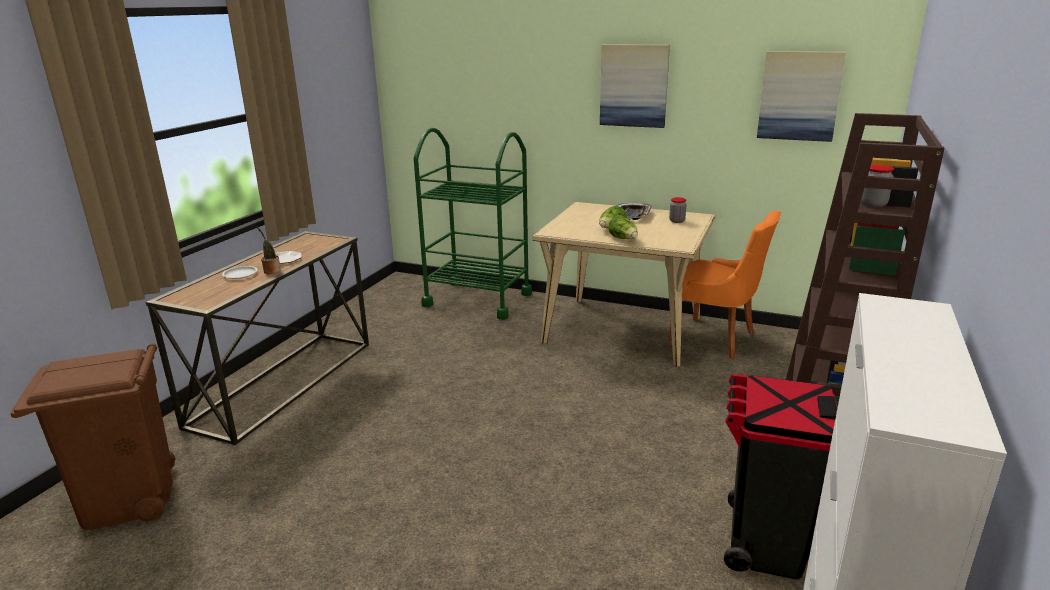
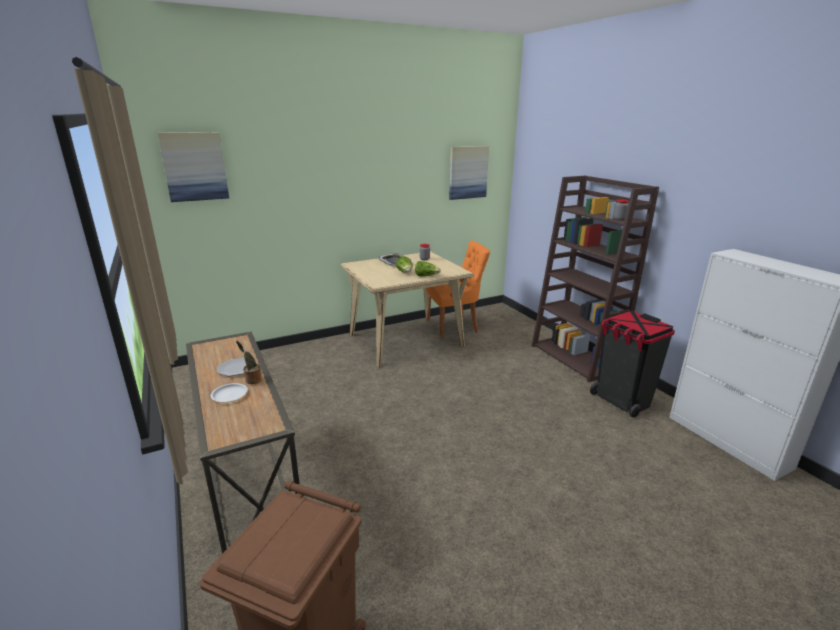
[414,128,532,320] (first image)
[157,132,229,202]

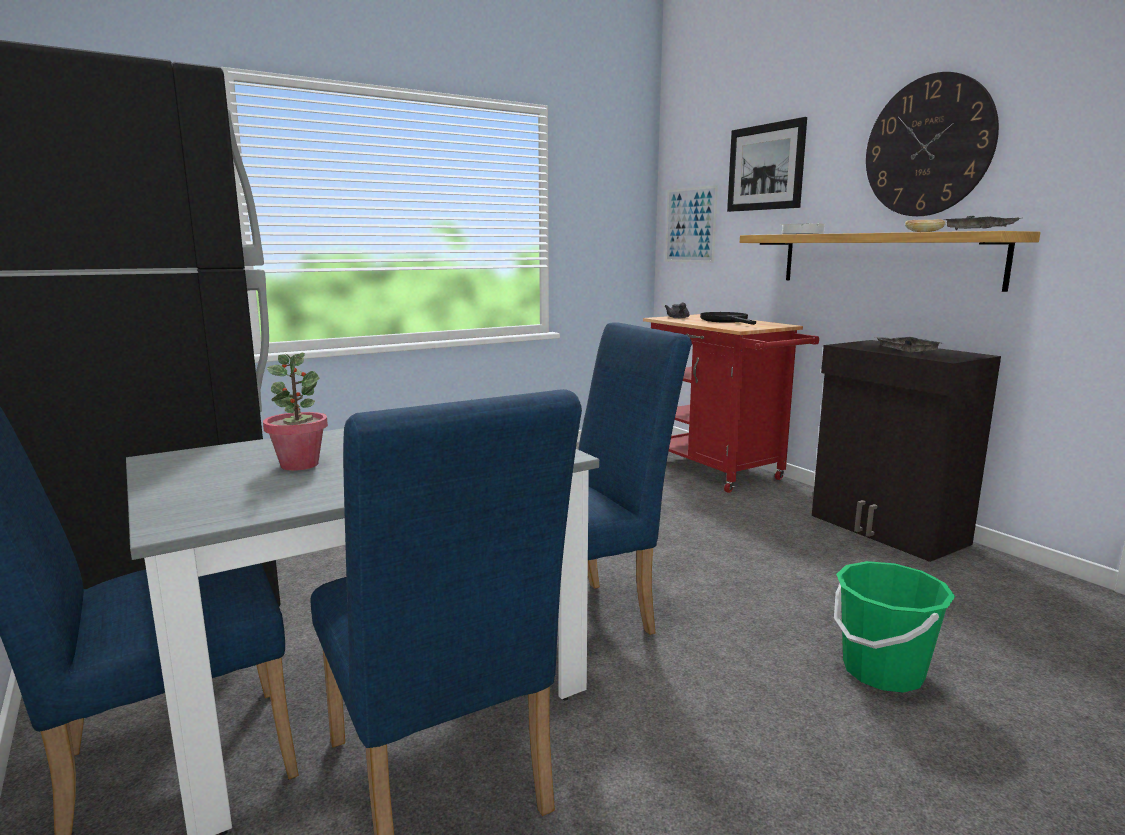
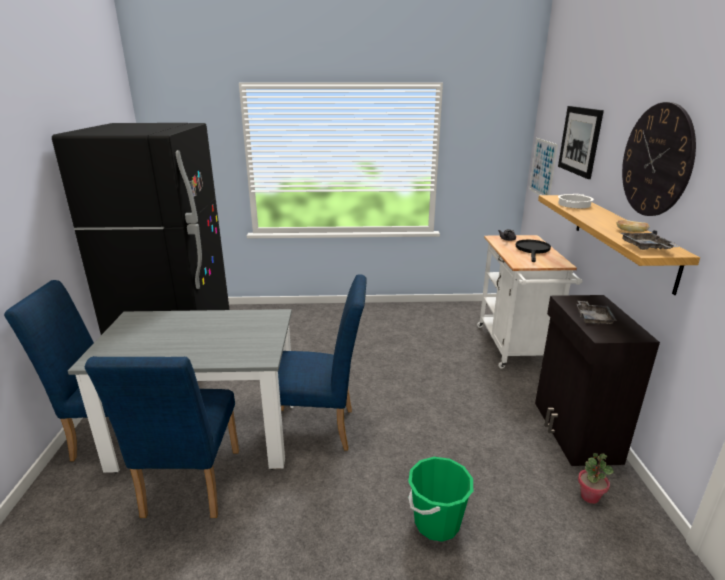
[578,453,614,504]
[477,235,582,369]

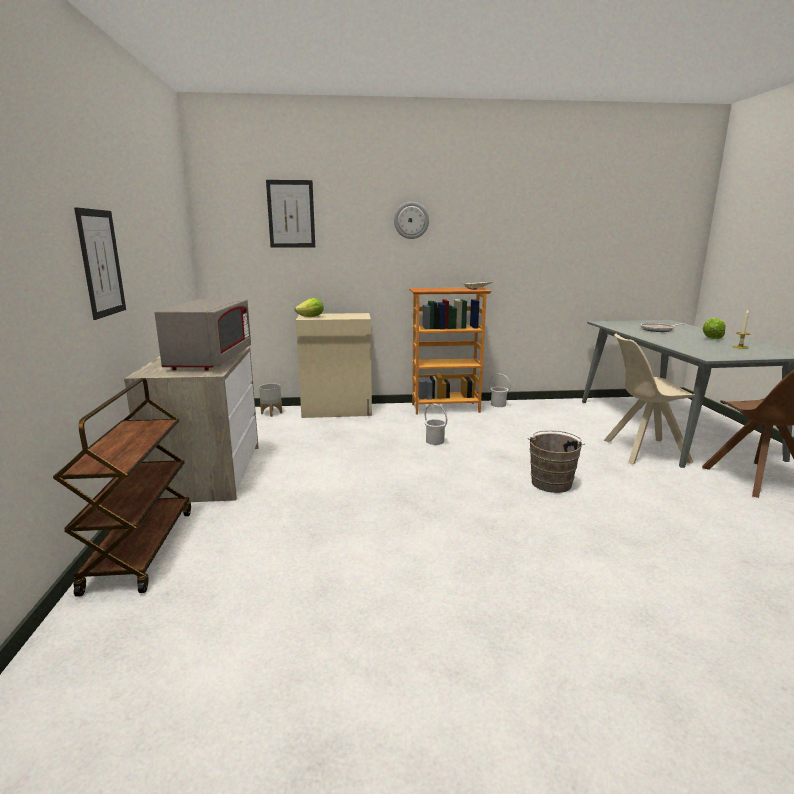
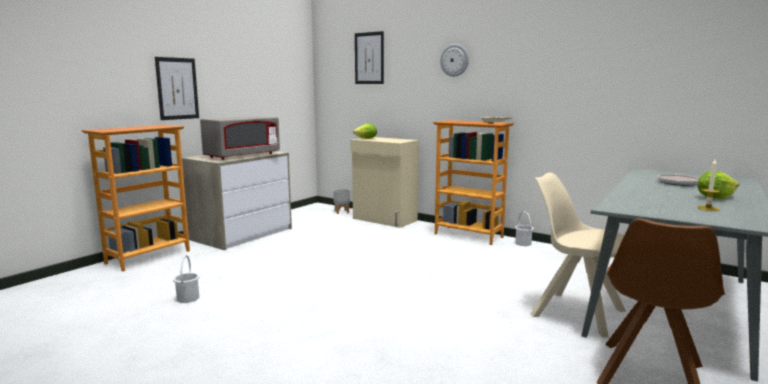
[528,430,585,493] (first image)
[173,255,200,303]
[81,125,190,271]

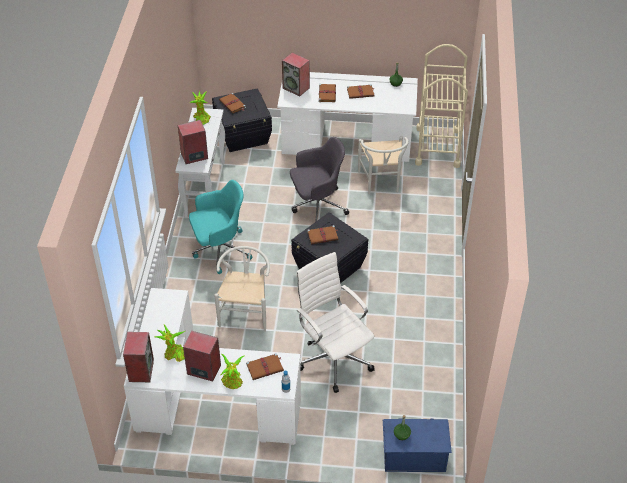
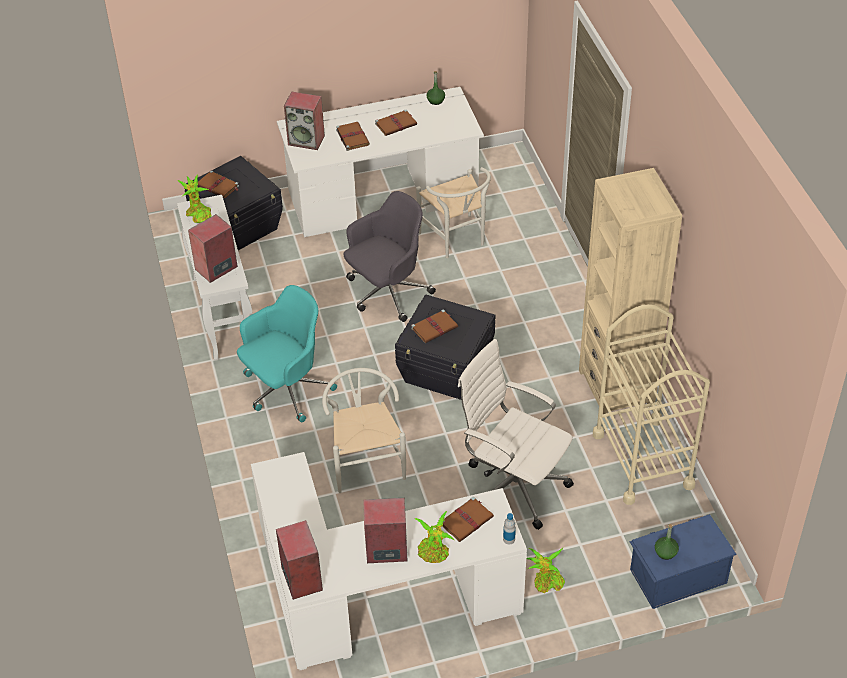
[579,168,682,414]
[526,548,565,593]
[593,304,710,505]

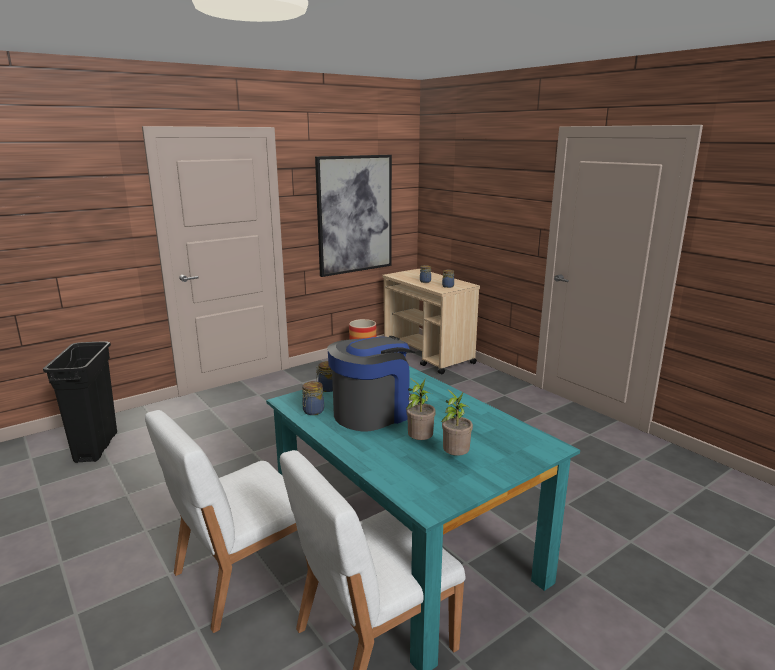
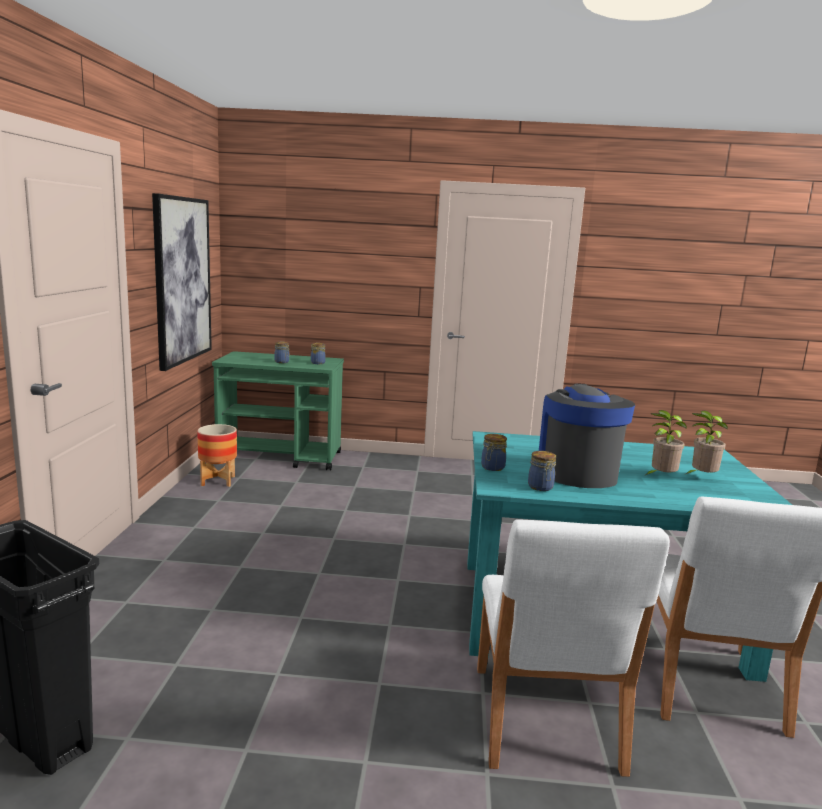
[212,351,344,471]

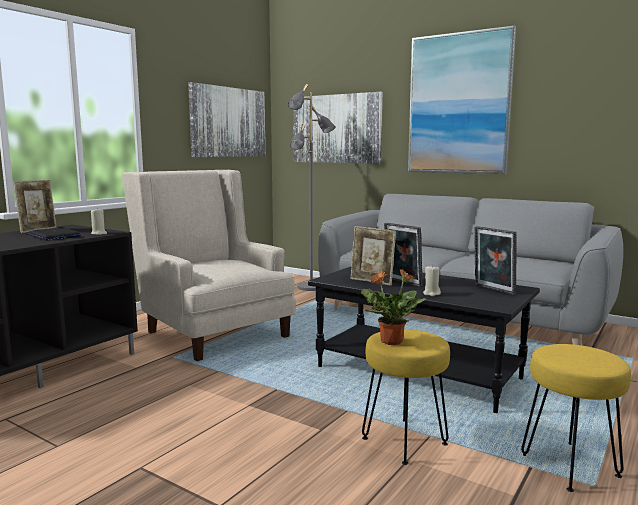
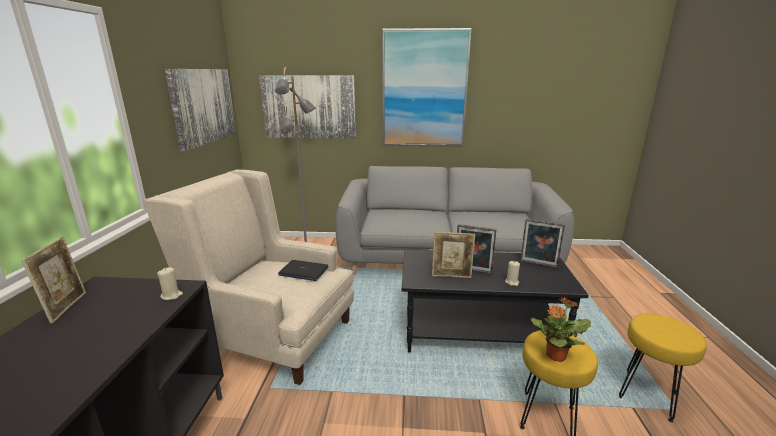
[278,260,328,281]

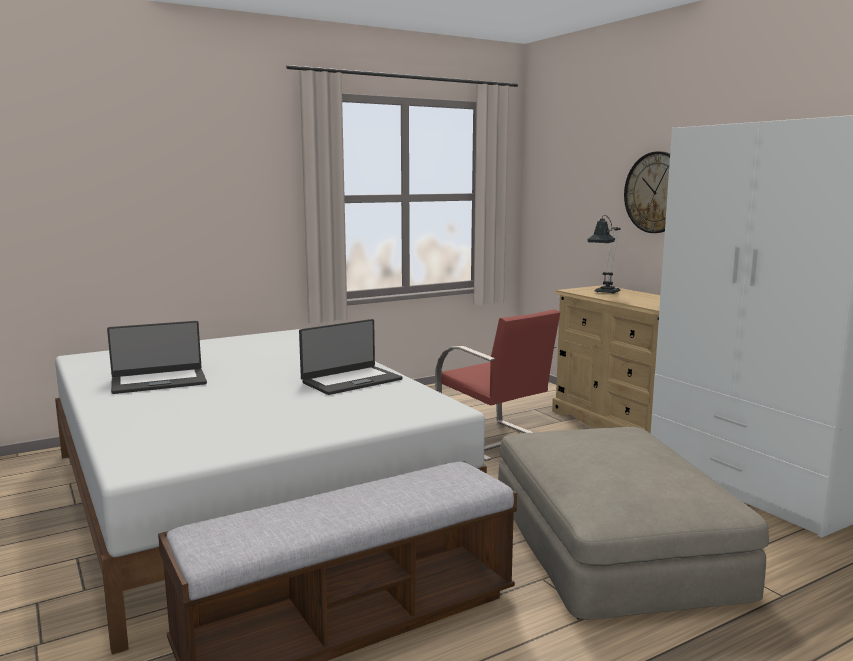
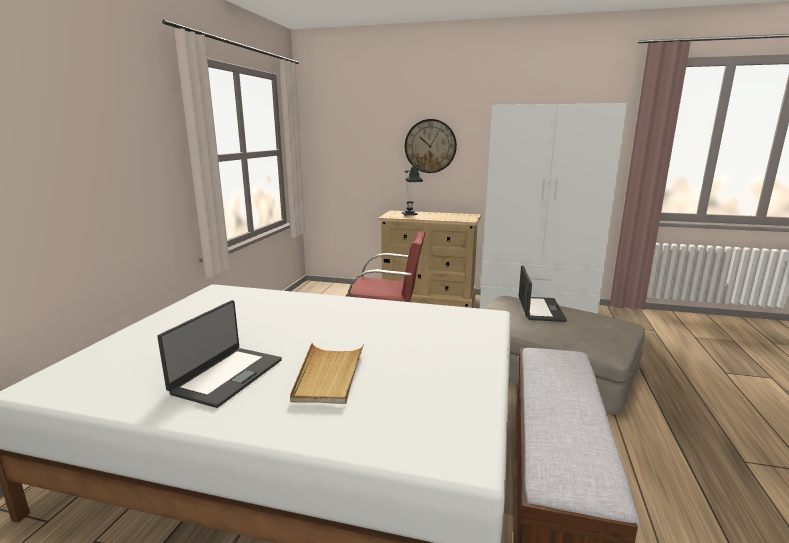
[290,343,364,404]
[519,265,567,322]

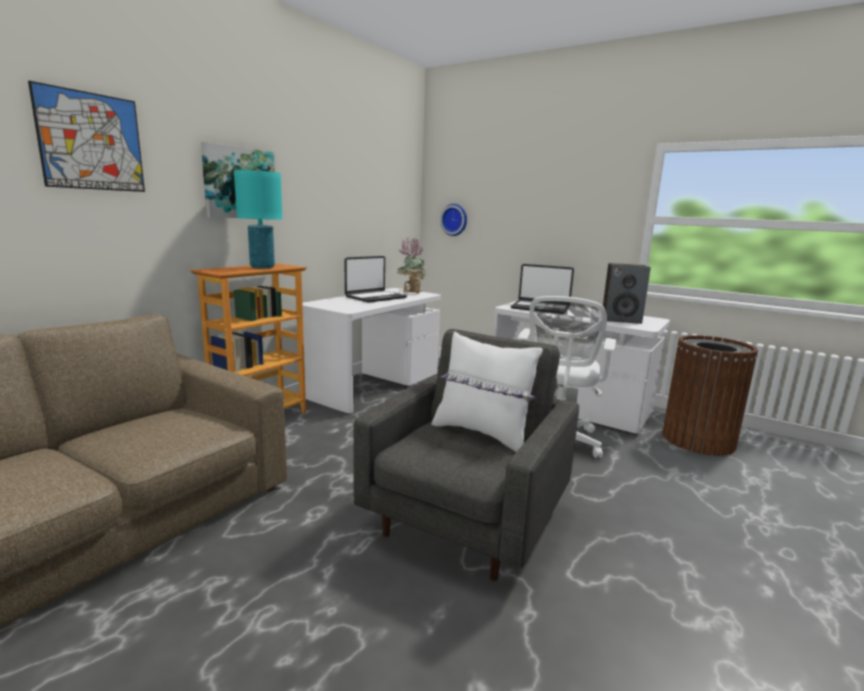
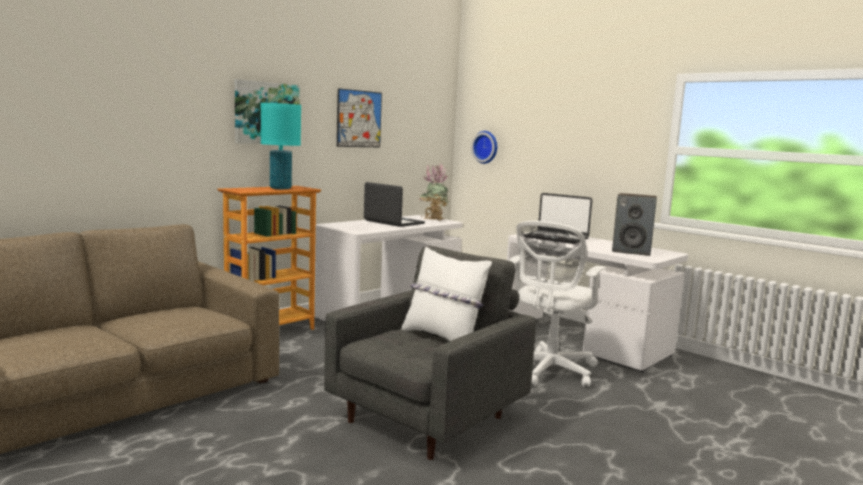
[662,335,758,456] (first image)
[337,88,382,147]
[364,182,425,227]

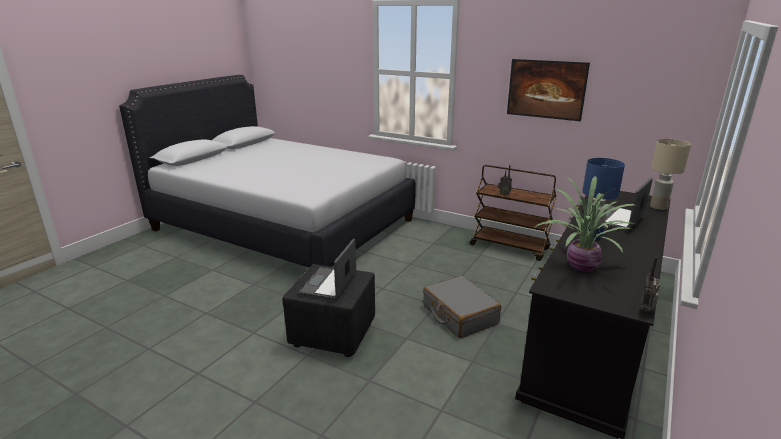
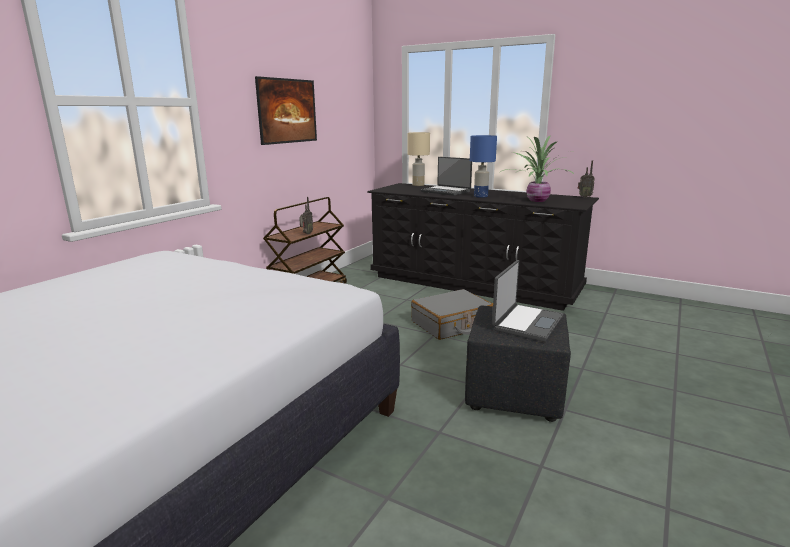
[492,260,563,342]

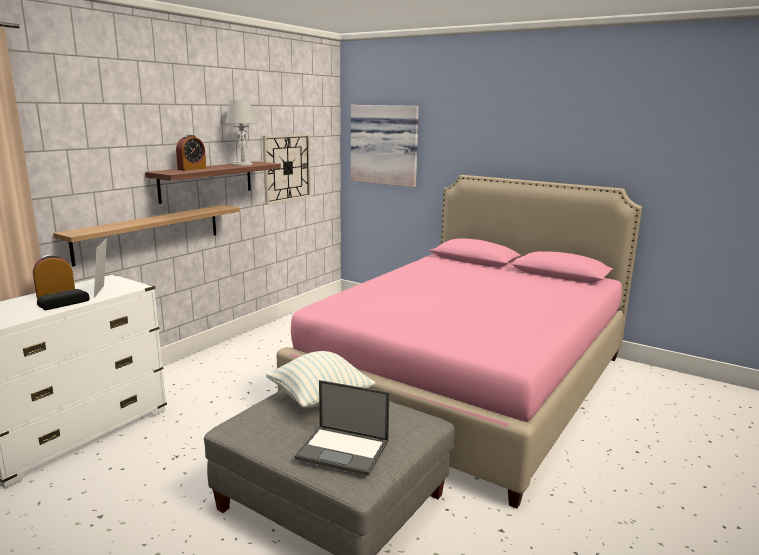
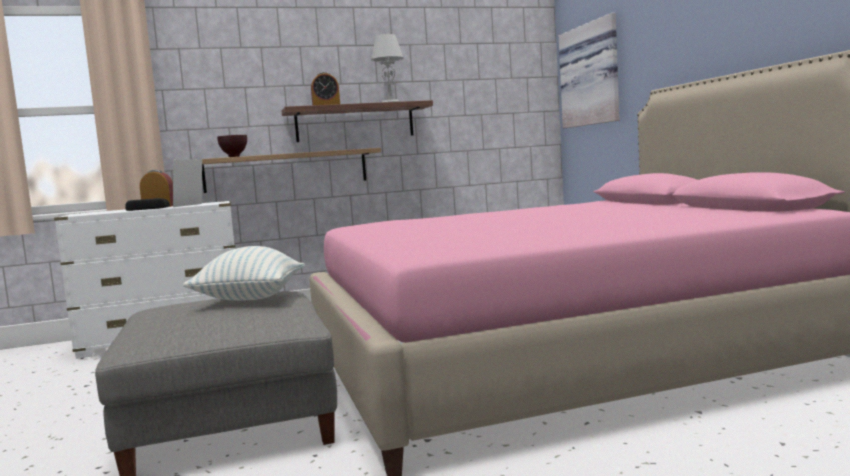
[262,134,311,205] (first image)
[295,380,389,476] (first image)
[217,135,247,157]

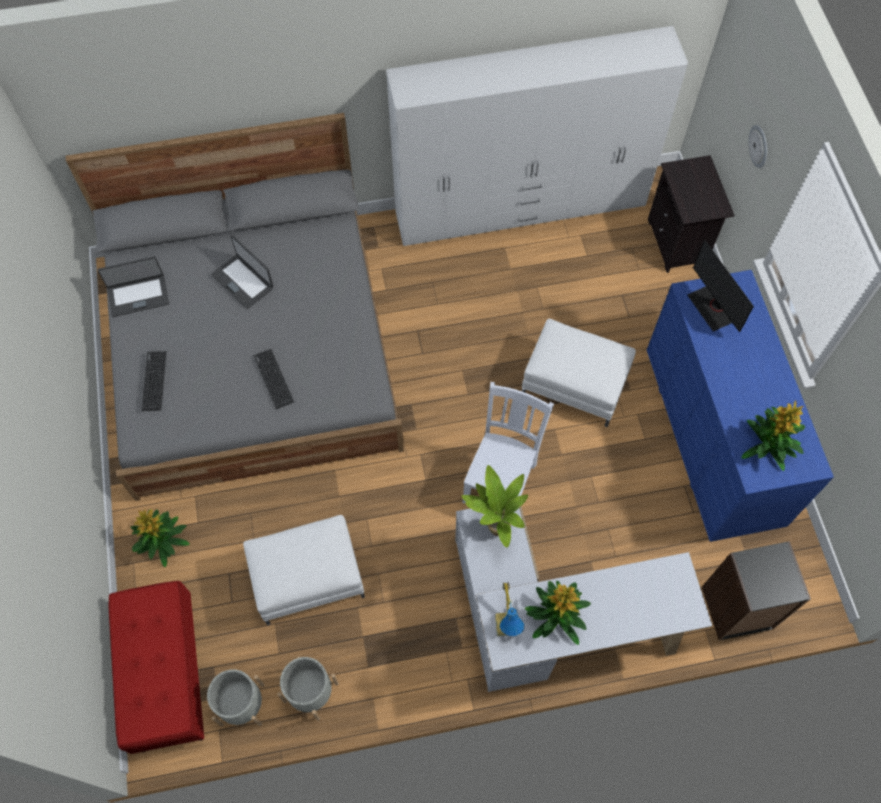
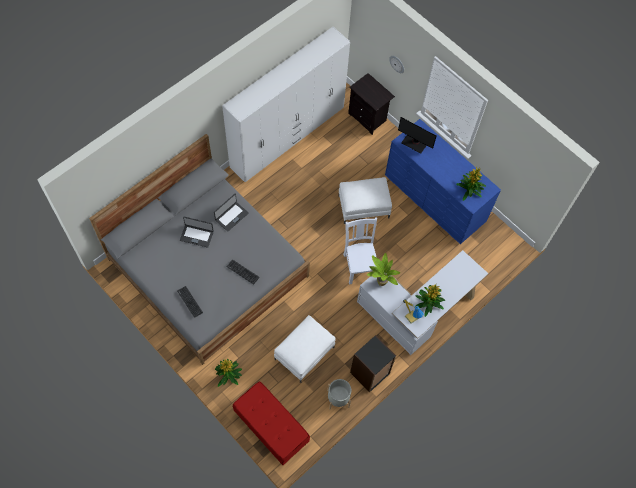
[207,669,264,727] (first image)
[214,194,249,232]
[350,335,396,393]

